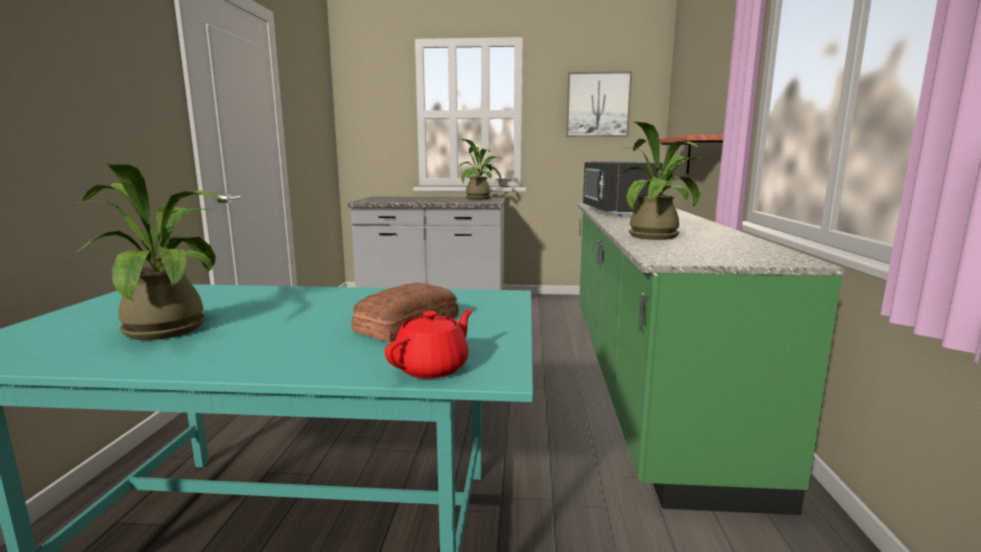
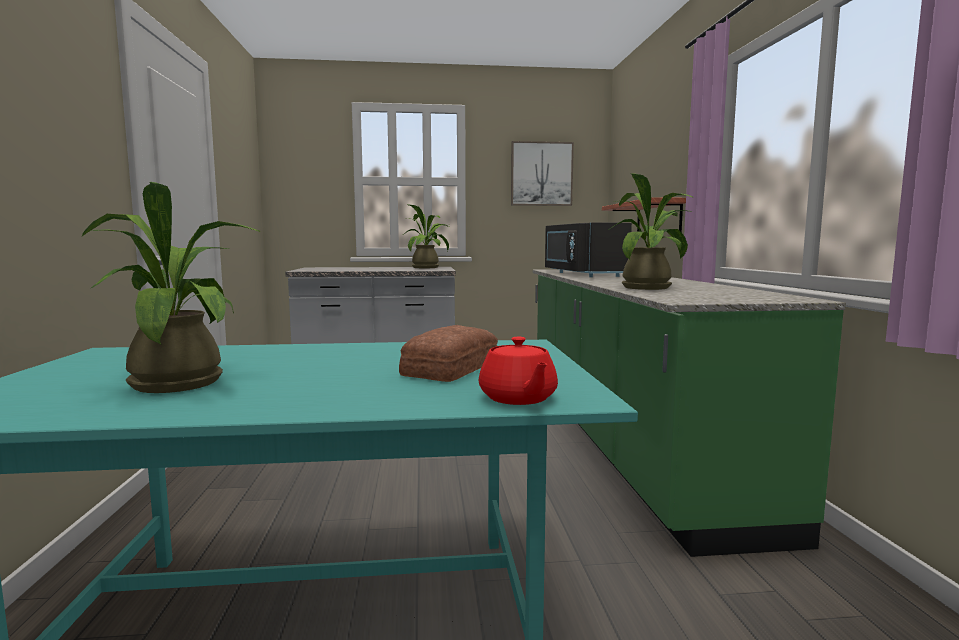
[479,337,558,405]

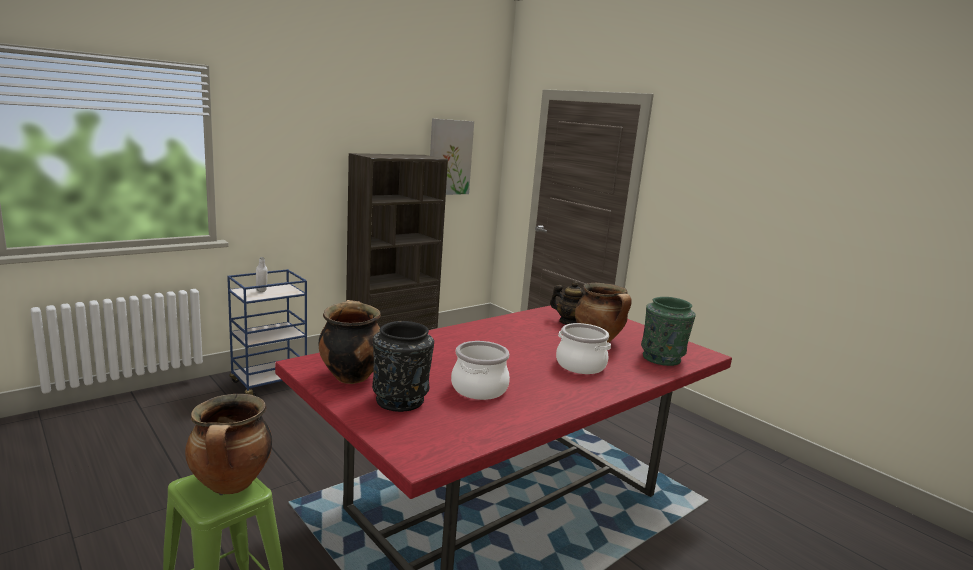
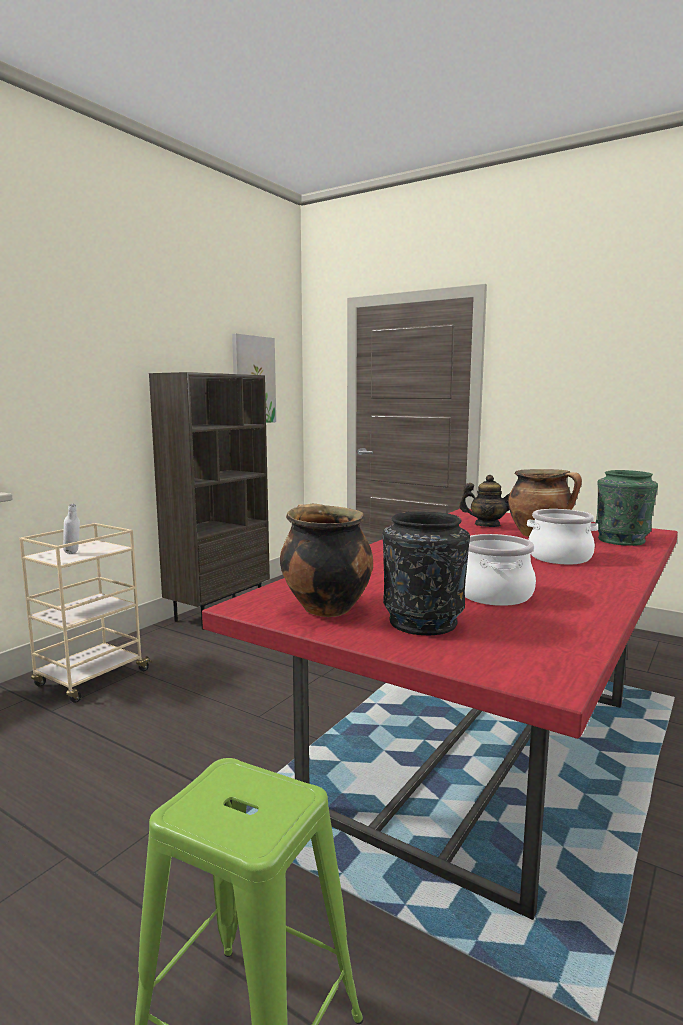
[185,394,272,494] (first image)
[19,523,153,703]

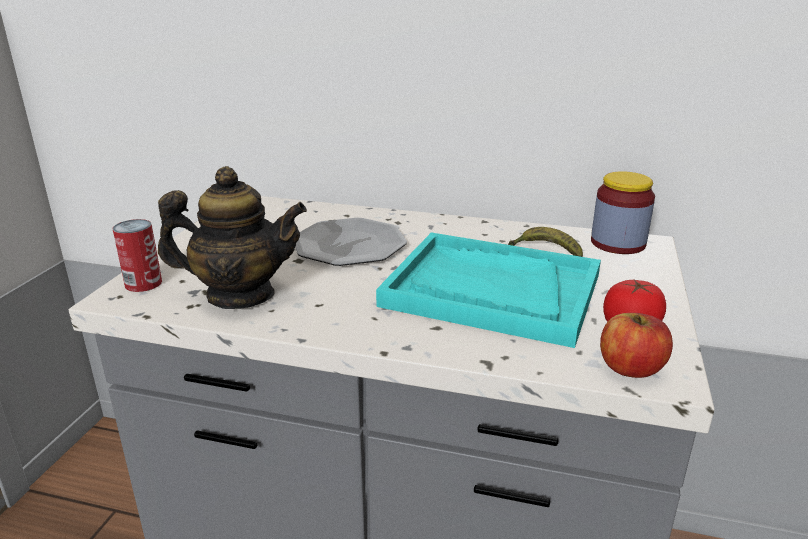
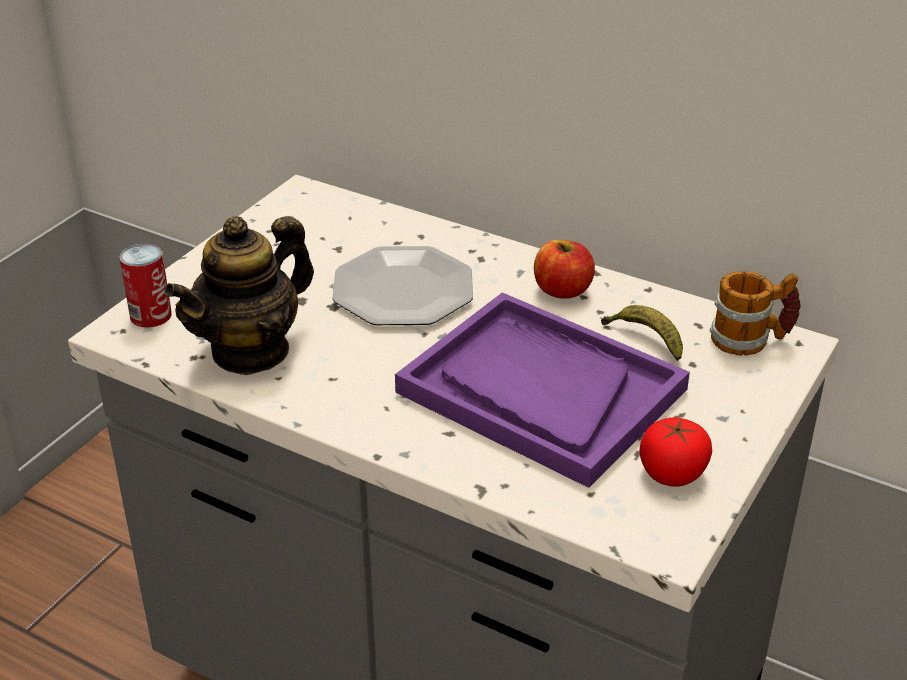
[534,240,595,299]
[710,271,801,355]
[395,292,690,488]
[164,216,314,375]

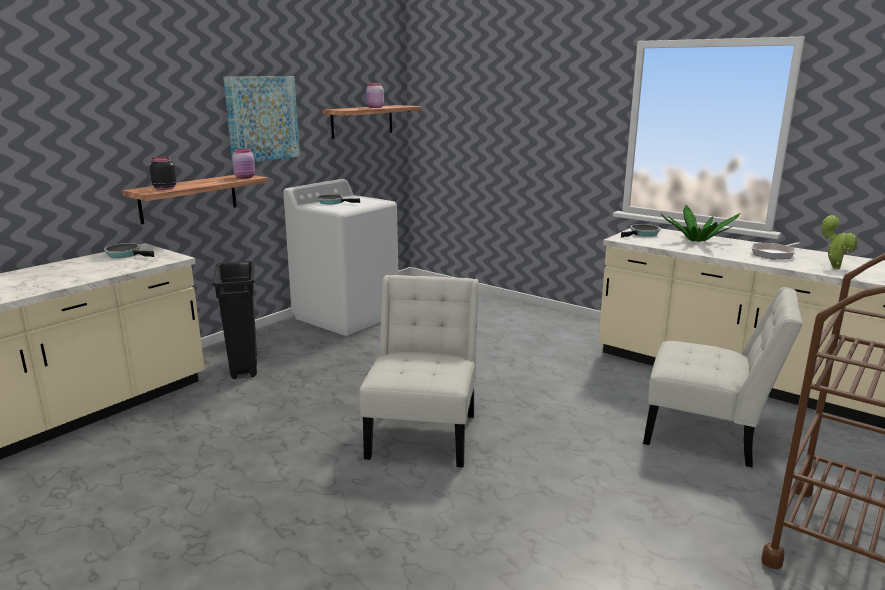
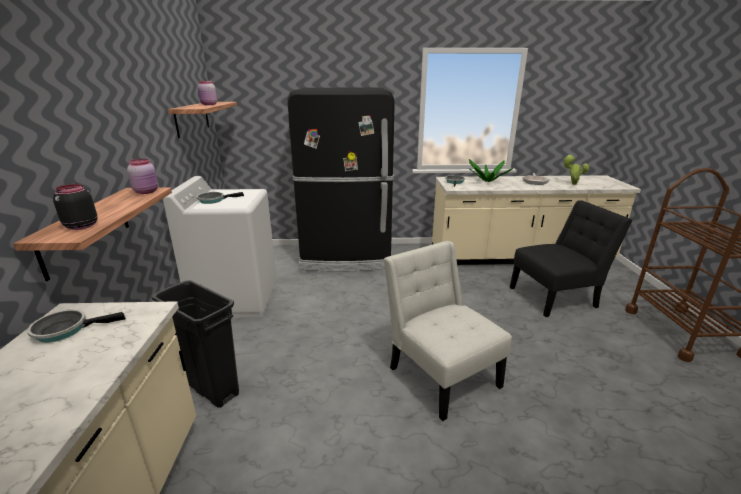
[223,76,300,164] (first image)
[287,88,395,272]
[510,200,632,317]

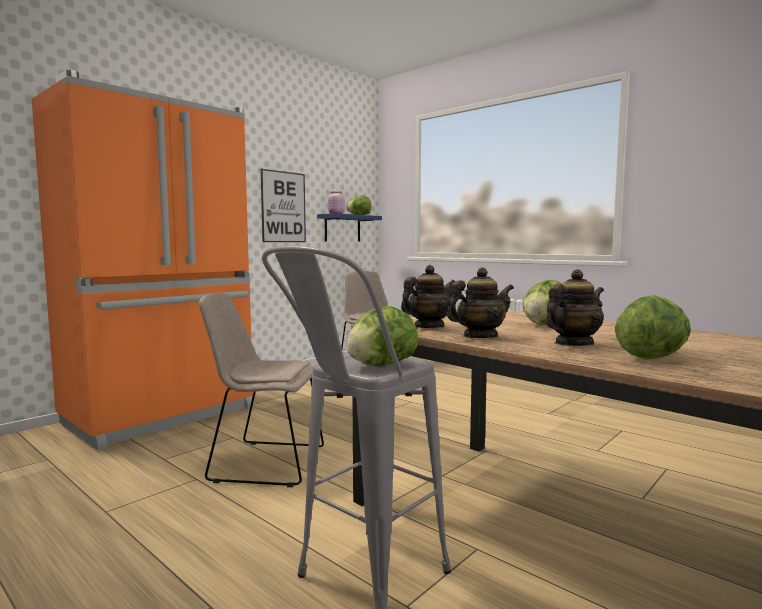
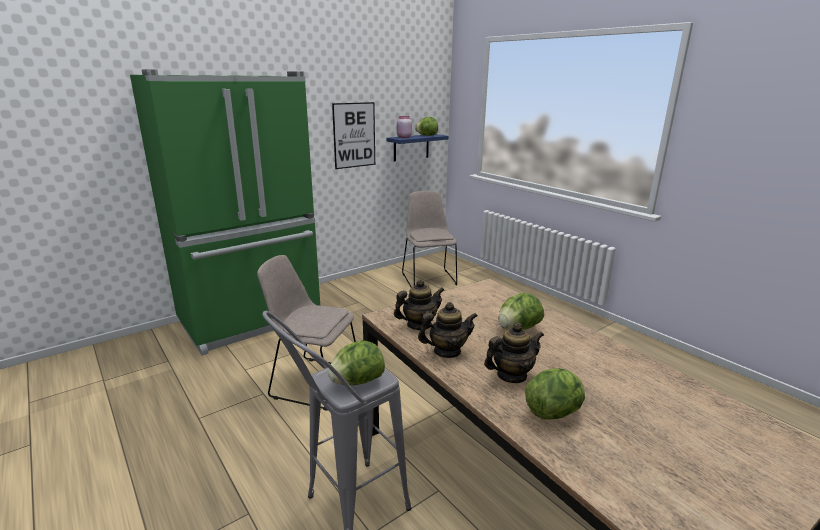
[130,69,320,356]

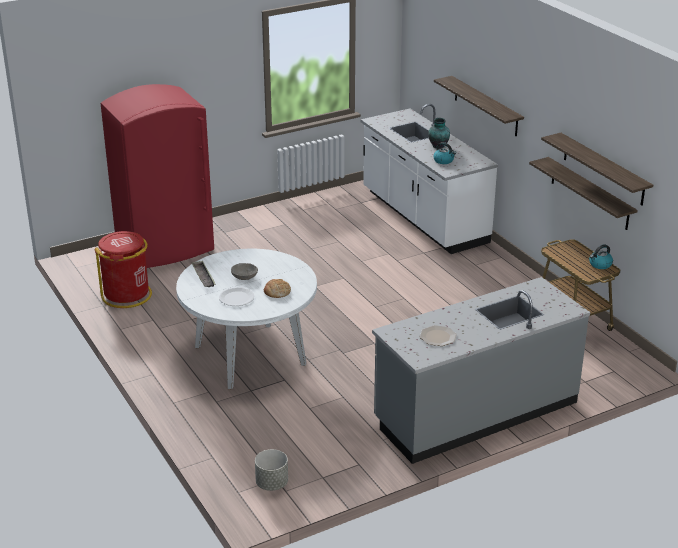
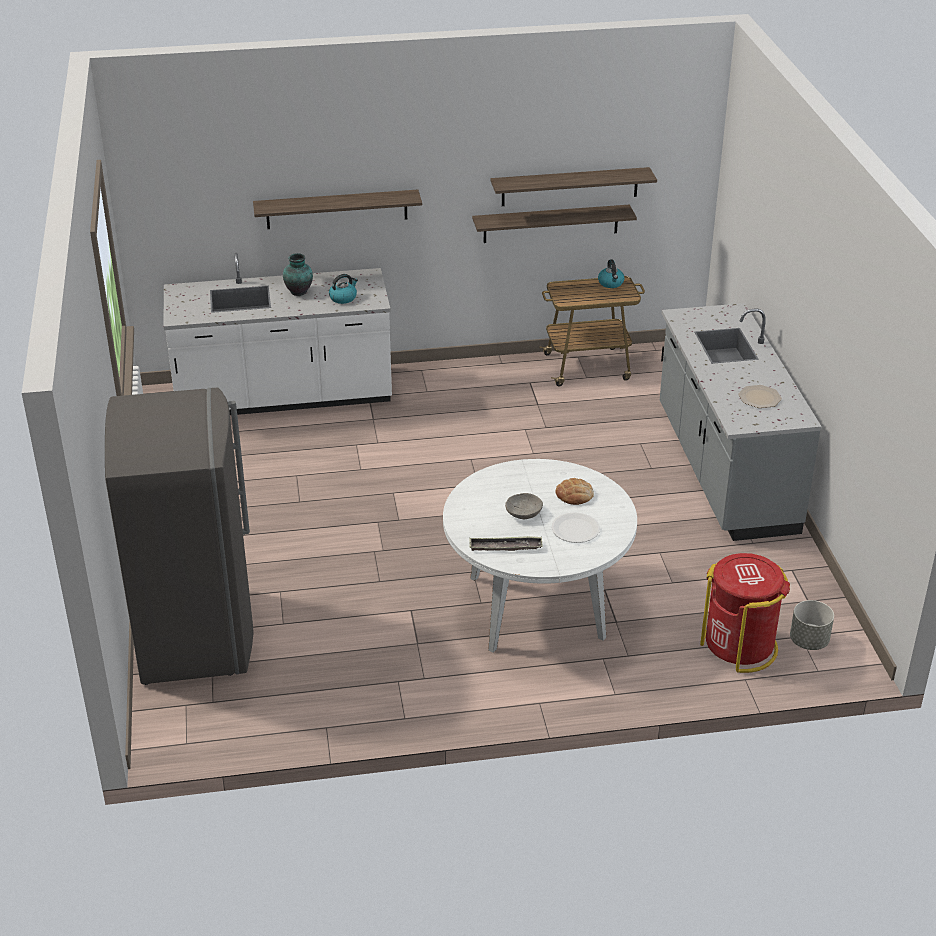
[700,553,790,673]
[105,388,254,685]

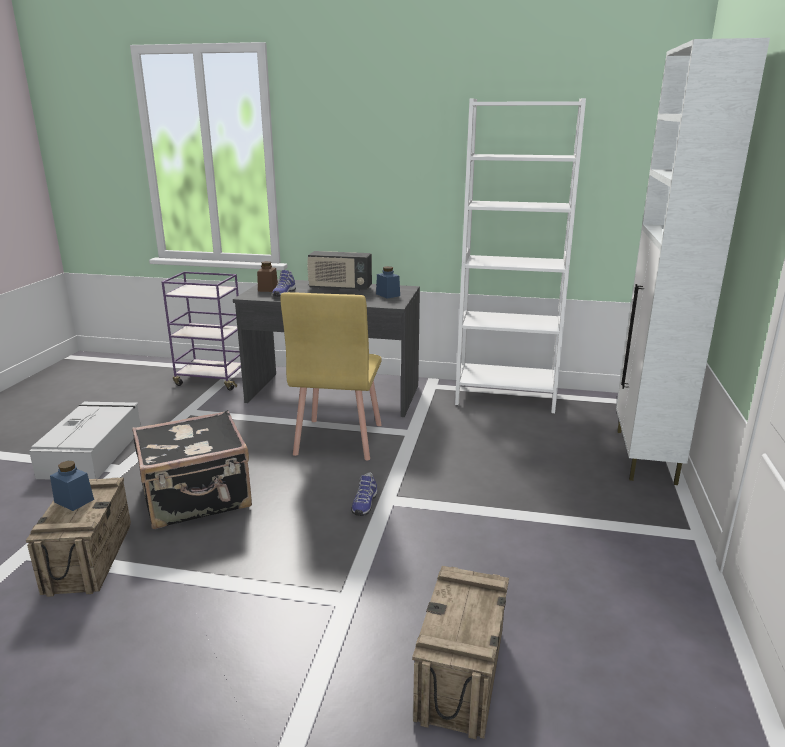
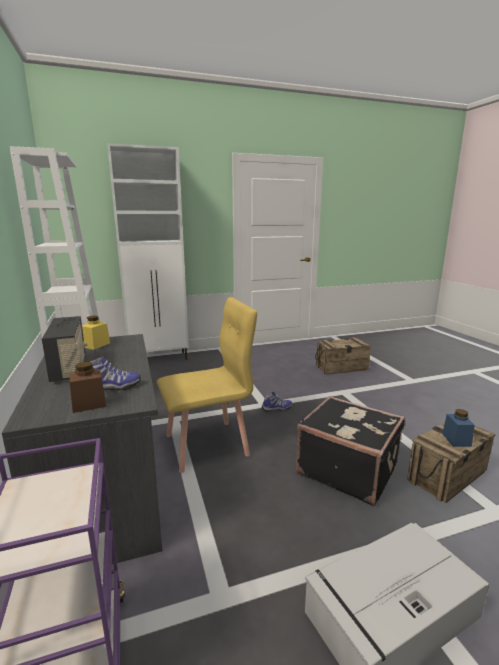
[82,316,110,350]

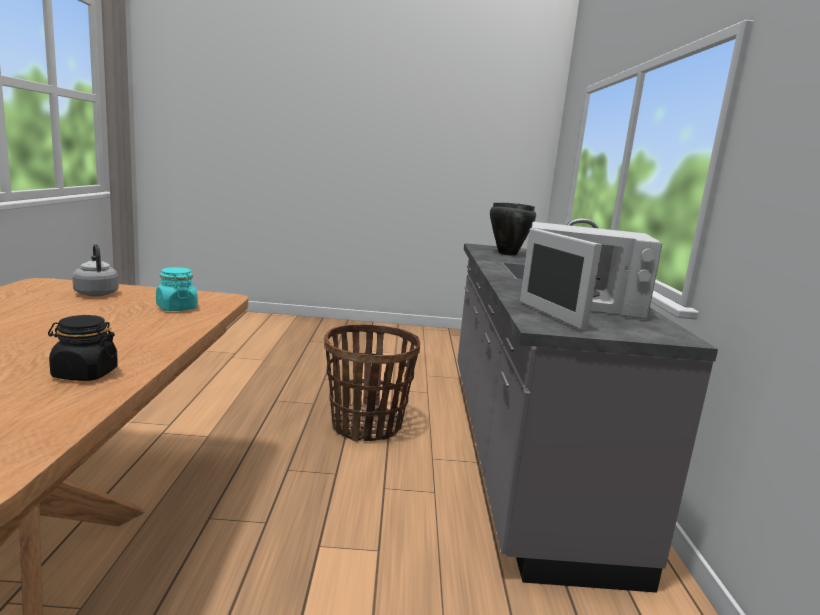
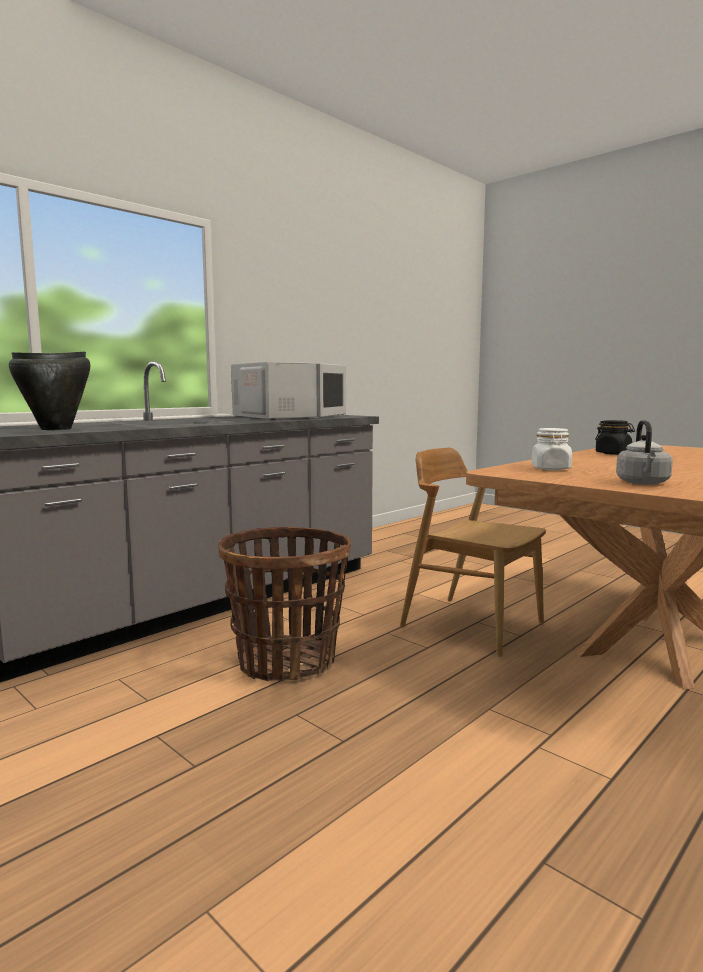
[400,448,546,657]
[531,428,572,470]

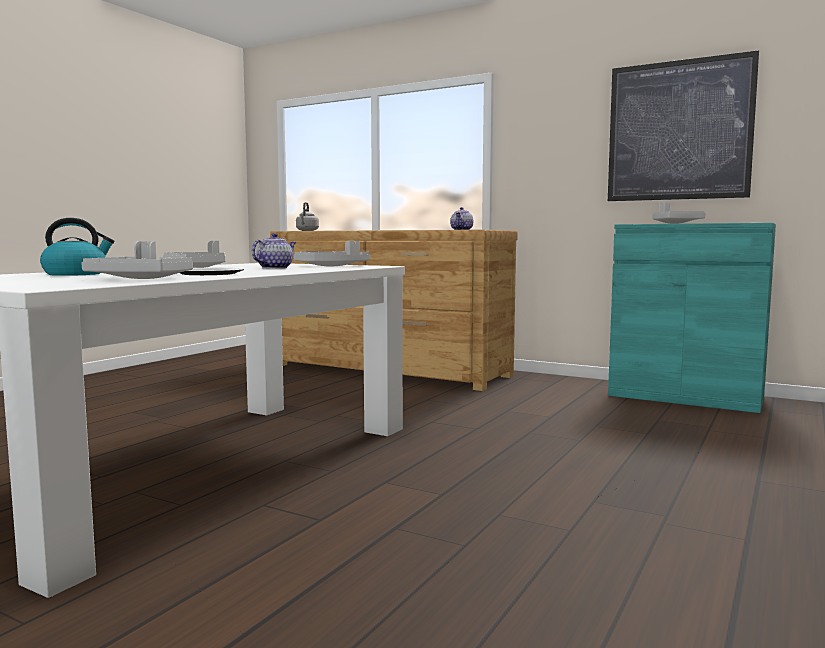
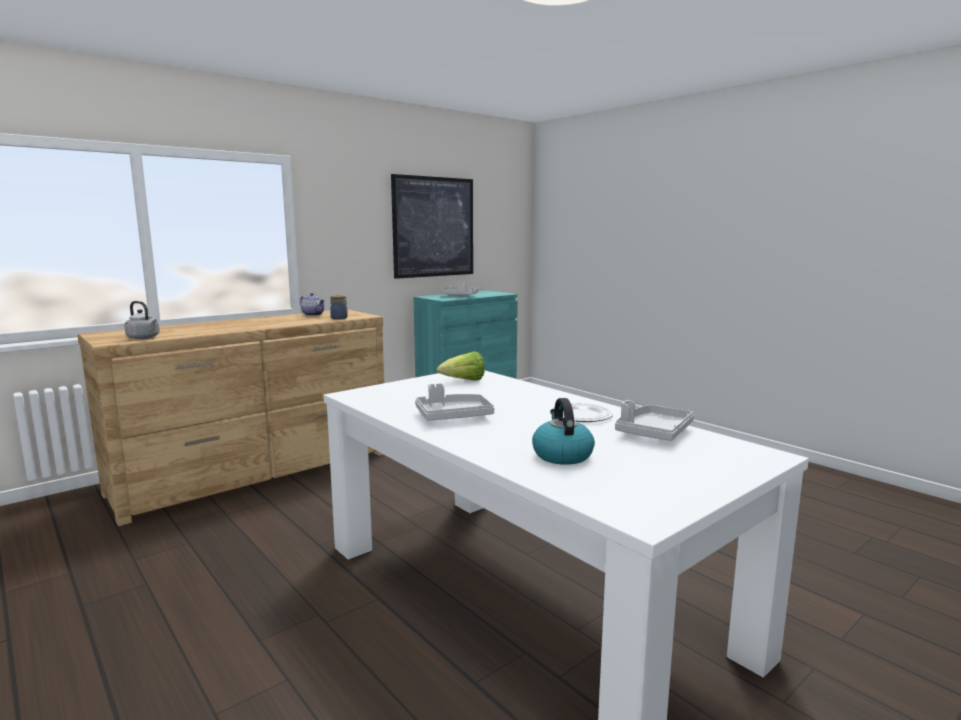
[252,233,296,269] (first image)
[330,295,348,320]
[437,352,485,381]

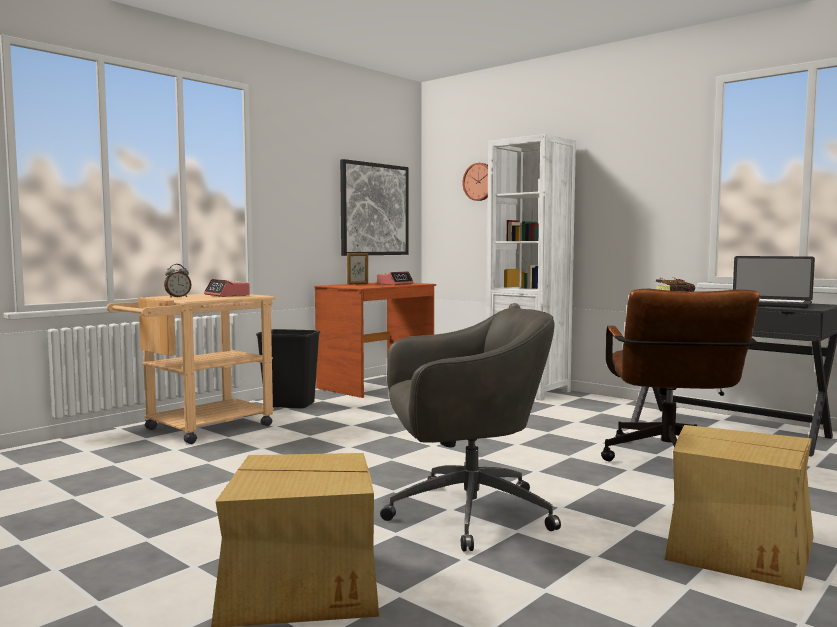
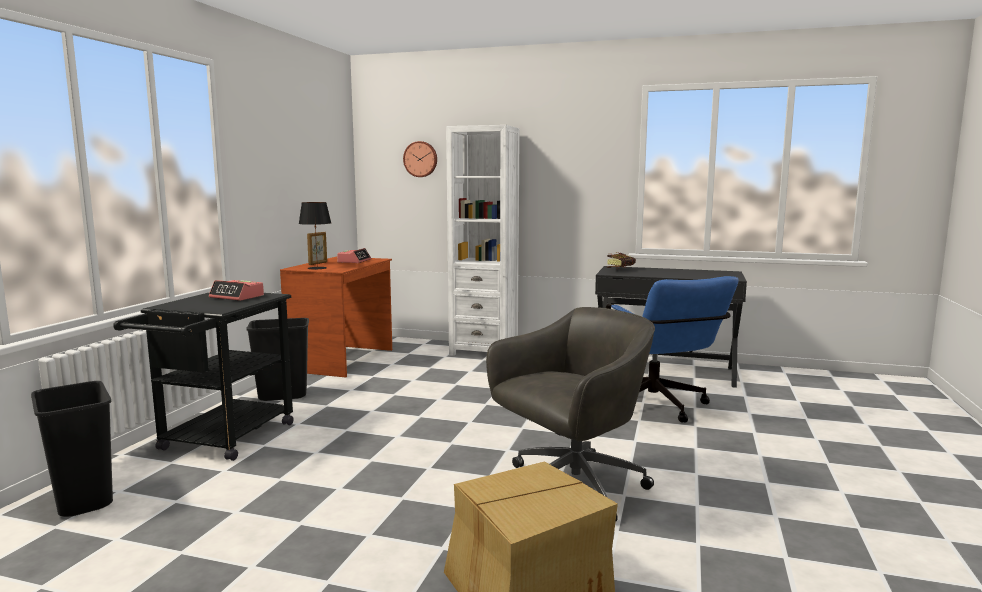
[164,264,191,297] (first image)
[340,159,409,256] (first image)
[665,425,814,591] (first image)
[733,256,815,308] (first image)
[31,381,113,517]
[299,202,331,270]
[113,292,294,461]
[606,276,739,423]

